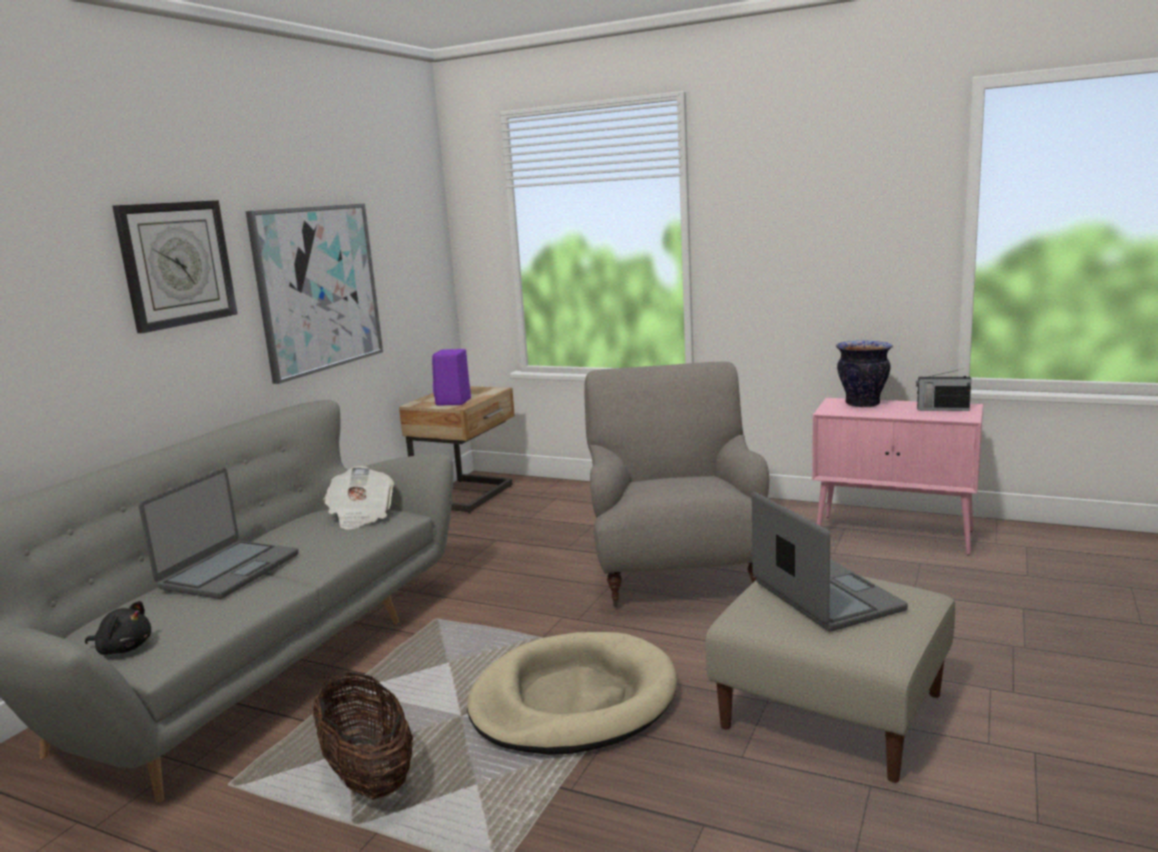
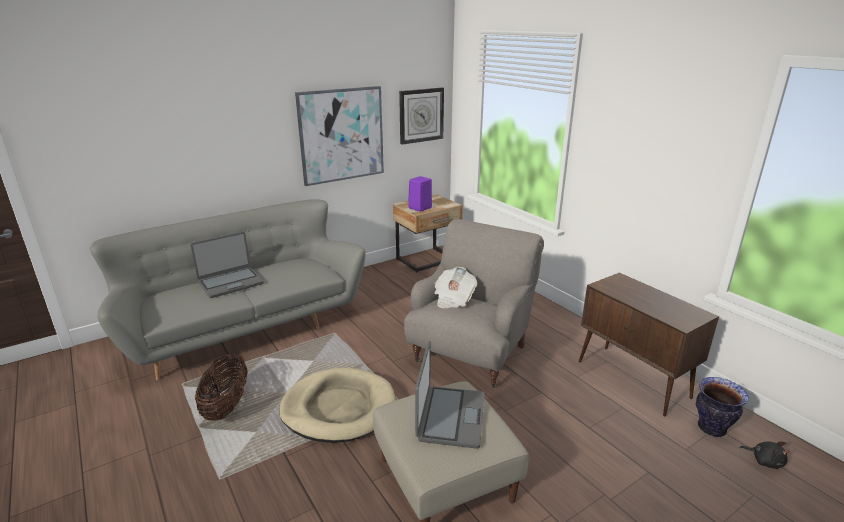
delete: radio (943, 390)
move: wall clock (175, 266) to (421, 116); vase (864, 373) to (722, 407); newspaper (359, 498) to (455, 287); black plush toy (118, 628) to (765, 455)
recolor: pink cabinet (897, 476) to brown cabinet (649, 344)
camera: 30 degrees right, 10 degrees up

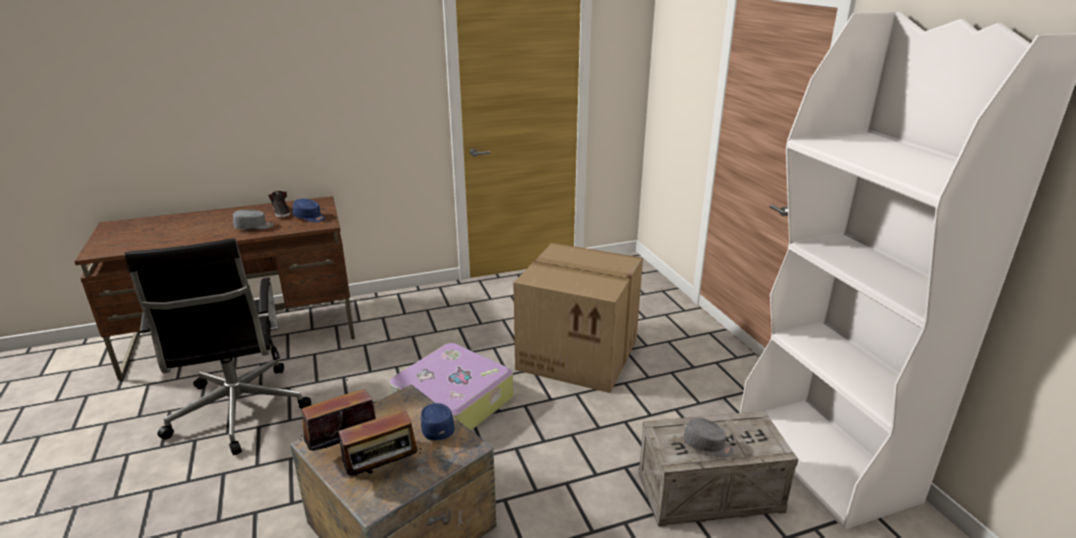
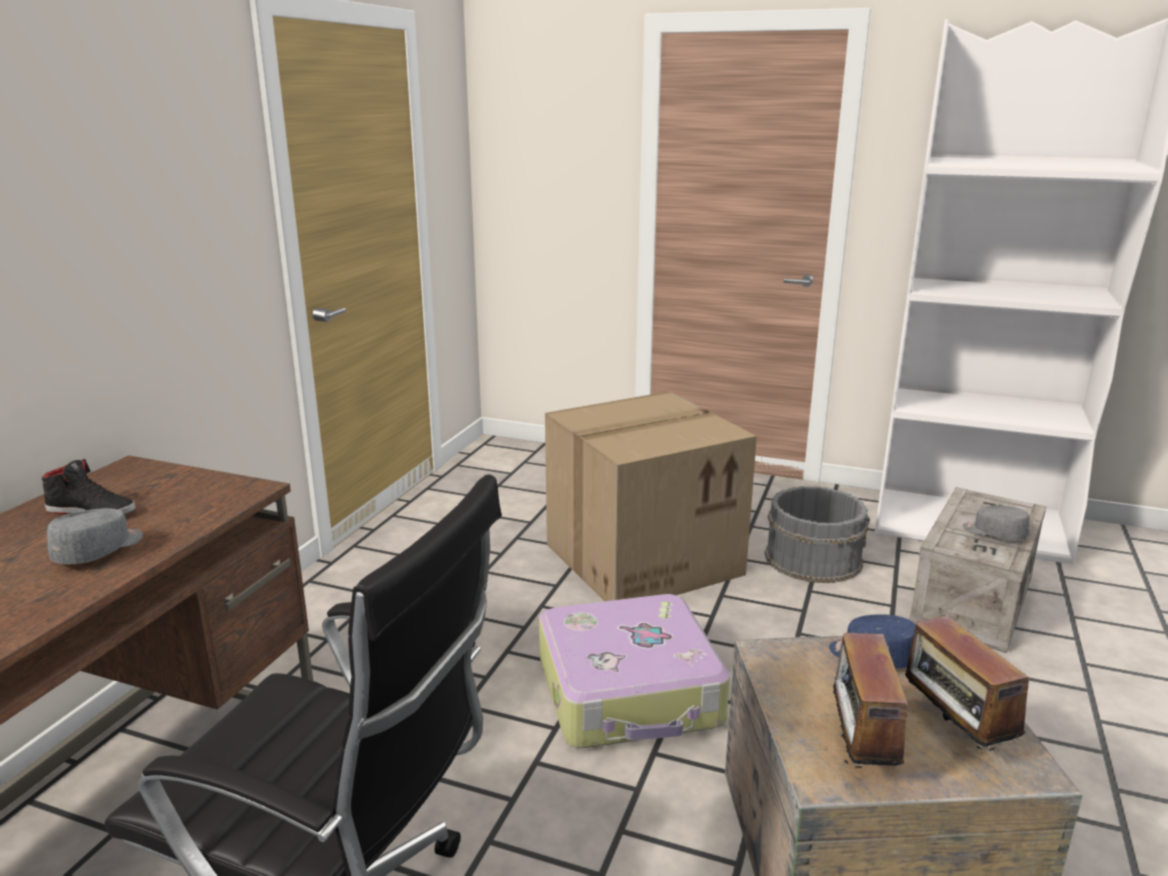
delete: blue cap (309, 210)
insert: grey bucket (817, 534)
rotate: radio (376, 443) = (967, 680) 150 degrees clockwise; grey cap (708, 437) = (996, 523) 120 degrees counterclockwise
camera: 50 degrees left, 5 degrees down

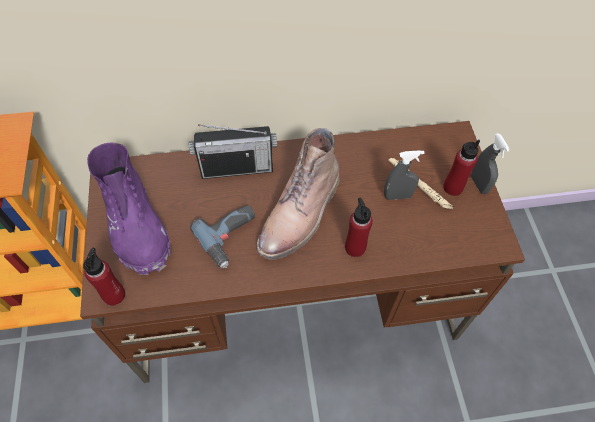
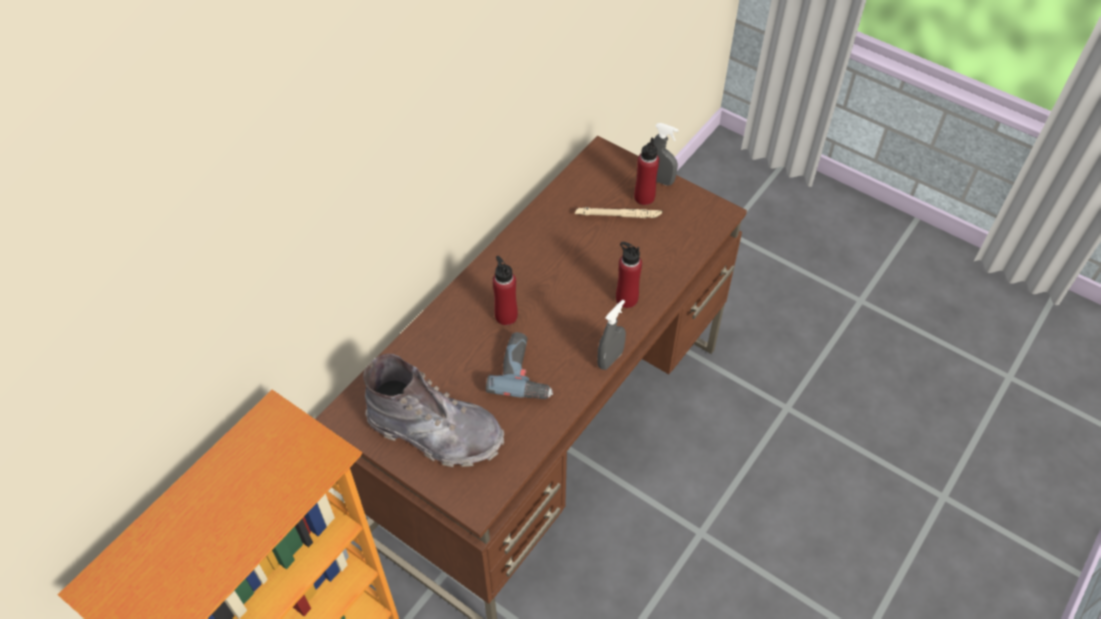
delete: radio (233, 151); brown boot (297, 194)
move: grey spray bottle (404, 175) to (611, 335); red bottle (104, 277) to (505, 290)
recolor: purple boot (129, 208) to grey boot (433, 410)
camera: 45 degrees left, 5 degrees down

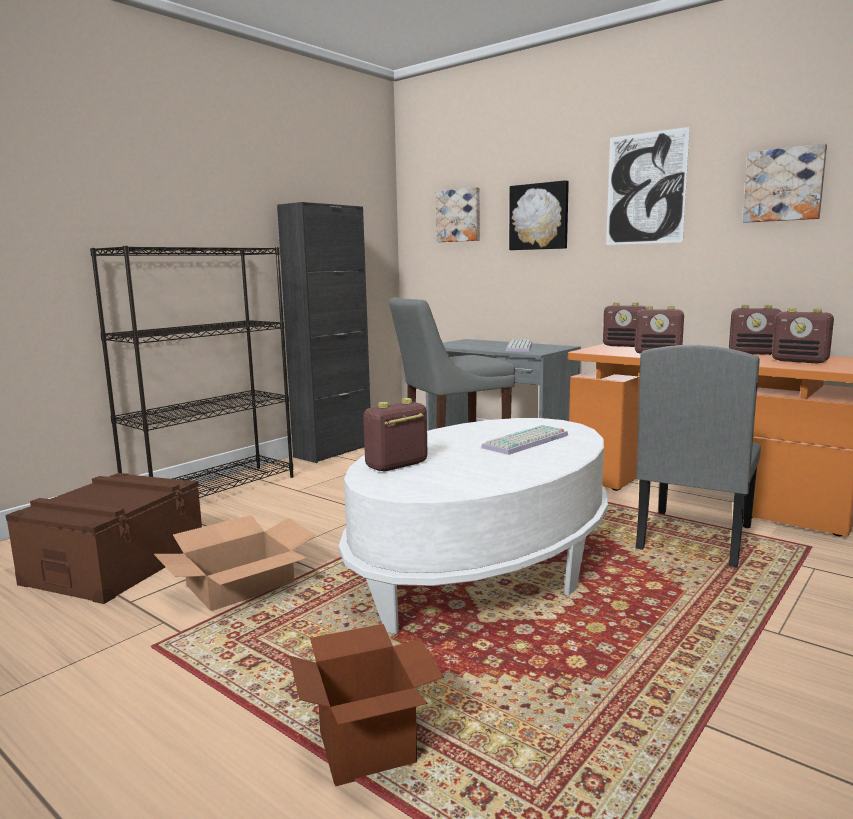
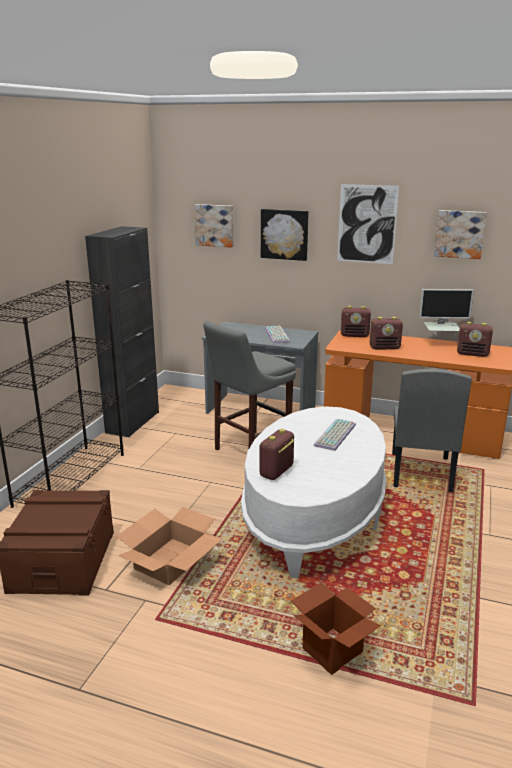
replace: radio (755, 330) to monitor (446, 316)
camera: 20 degrees left, 10 degrees up

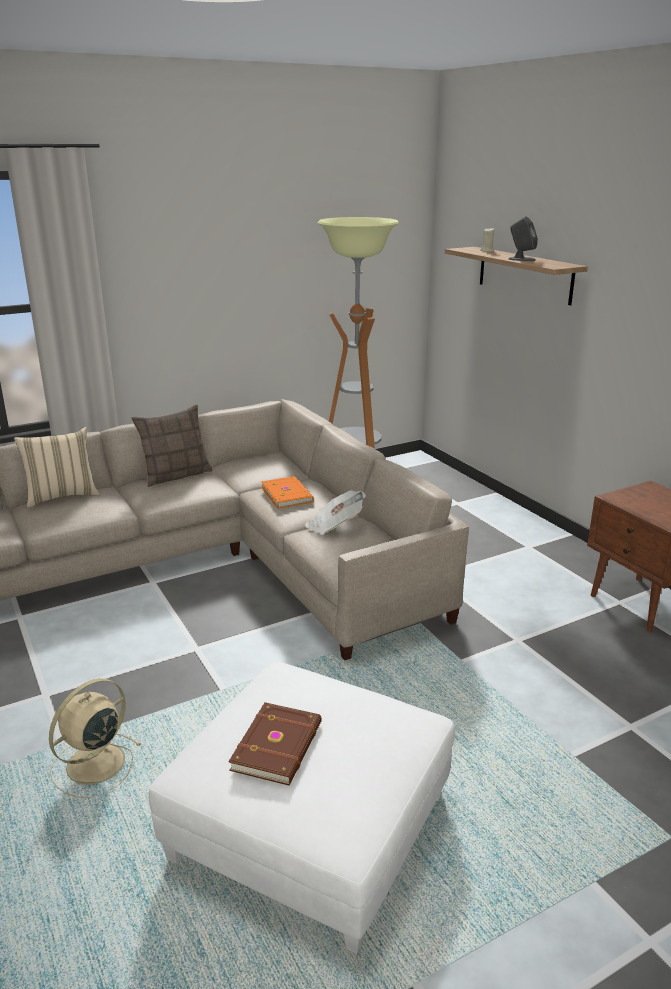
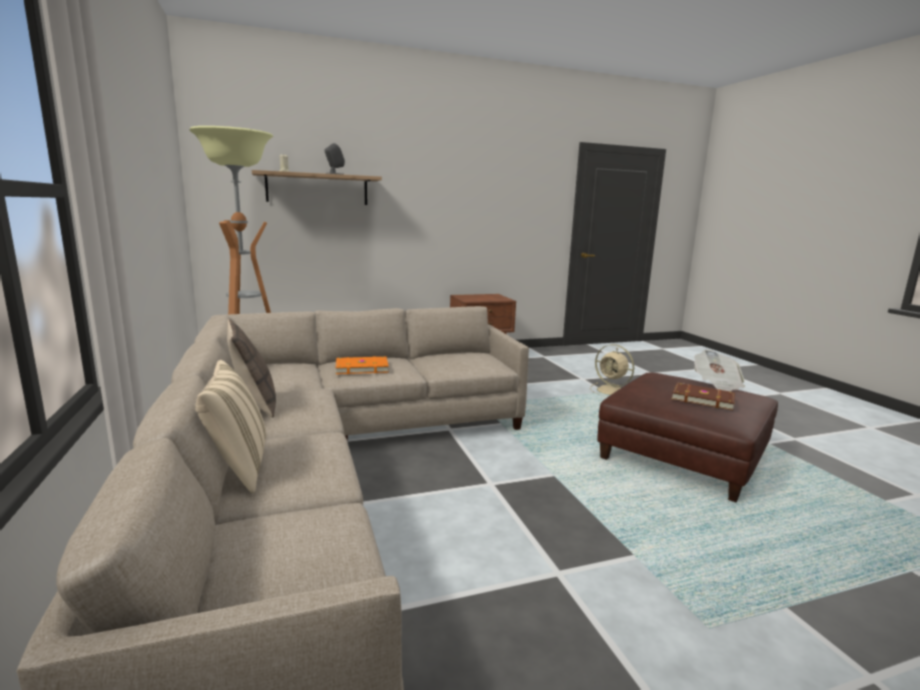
move: newspaper (335, 512) to (719, 370); beige fan (95, 738) to (612, 370)
recolor: white ottoman (302, 808) to brown ottoman (687, 437)
camera: 80 degrees left, 10 degrees down

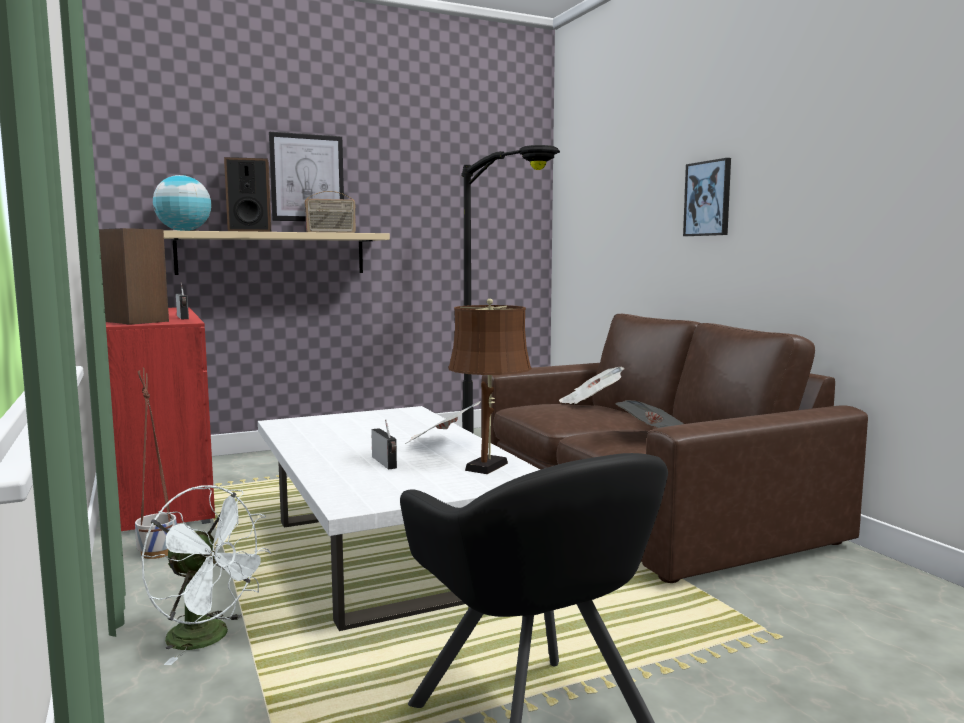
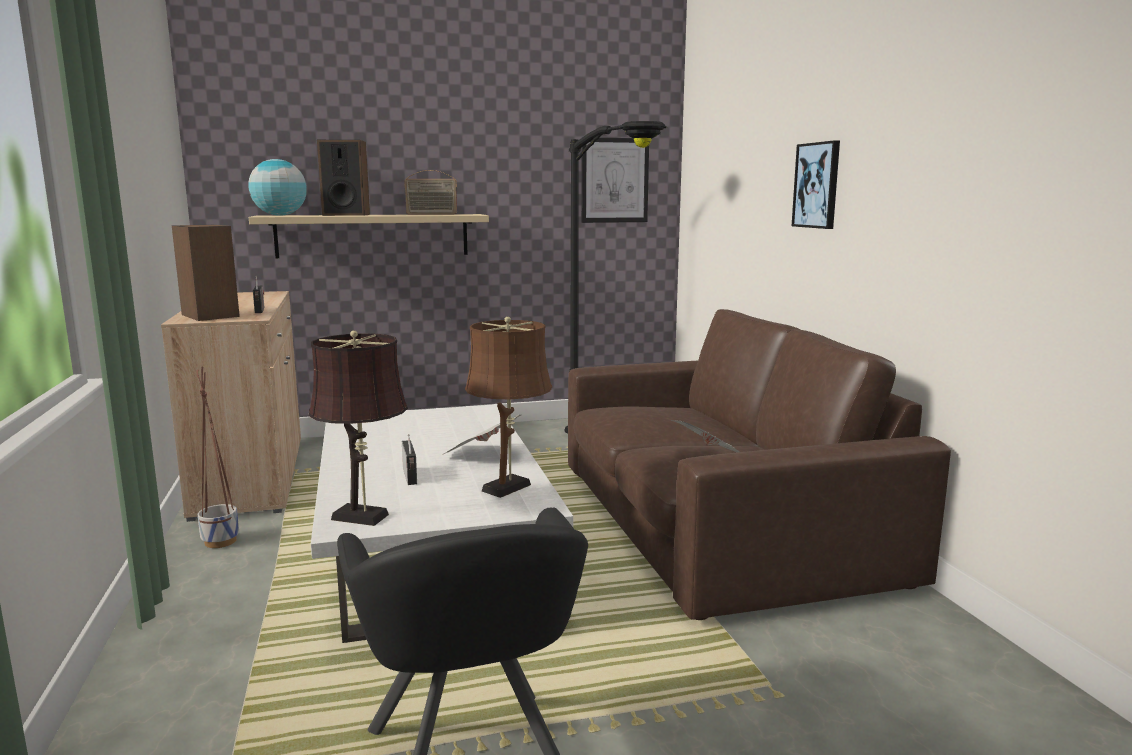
delete: newspaper (591, 385); white fan (206, 575)
insert: brown table lamp (358, 428)
move: picture (306, 176) to (615, 180)
recolor: red cabinet (160, 419) to beige cabinet (231, 406)
camera: 10 degrees right, 5 degrees up

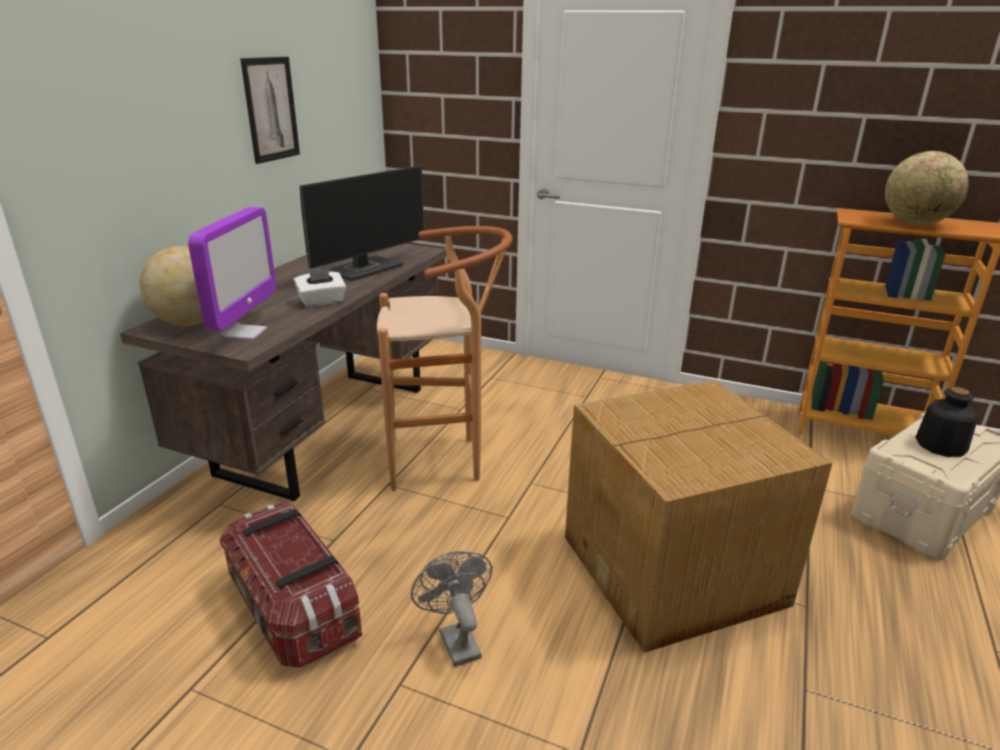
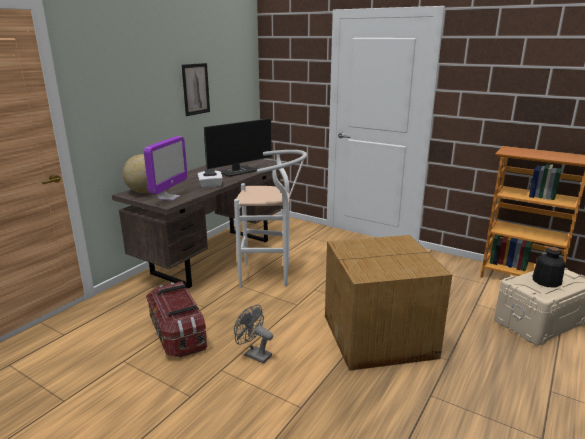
delete: globe (927, 188)
recolor: brown stool (444, 358) to white stool (270, 219)
rotate: grey fan (451, 609) = (253, 334) 45 degrees counterclockwise
camera: 10 degrees right, 5 degrees down

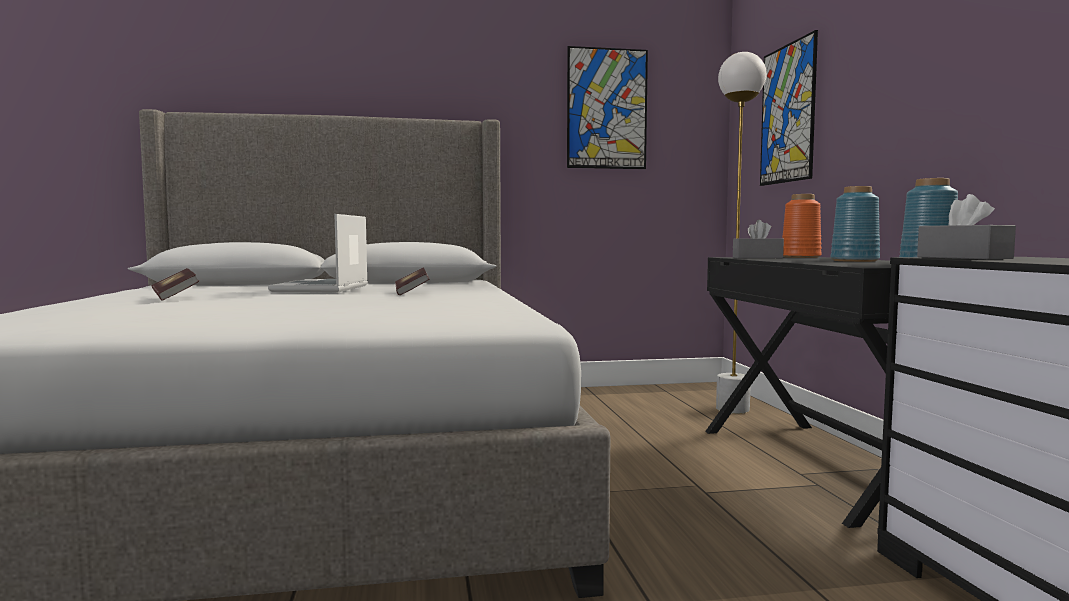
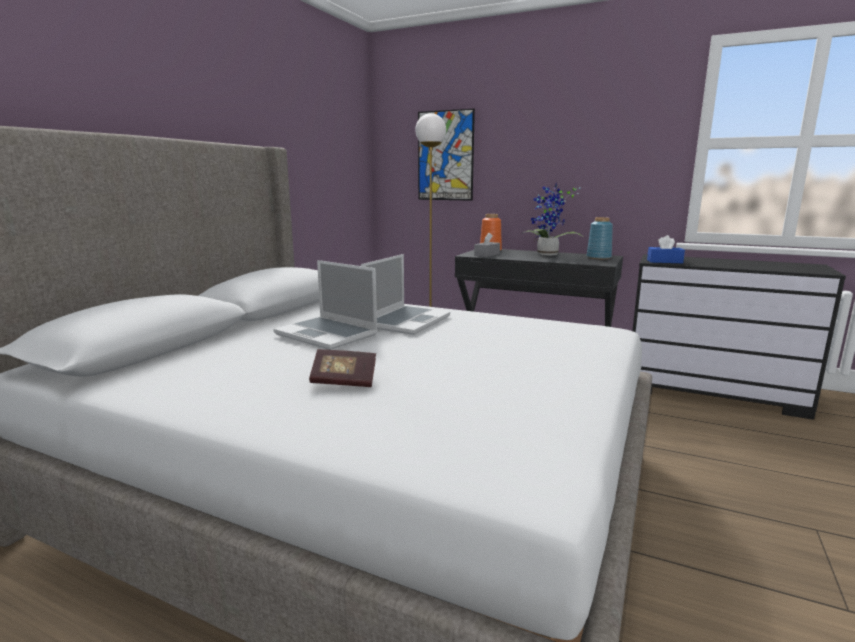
delete: picture (607, 107)
replace: blue vase (855, 224) to potted plant (554, 219); book (412, 281) to laptop (405, 294)
recolor: grey tissue box (966, 226) to blue tissue box (666, 249)
camera: 55 degrees left, 10 degrees up

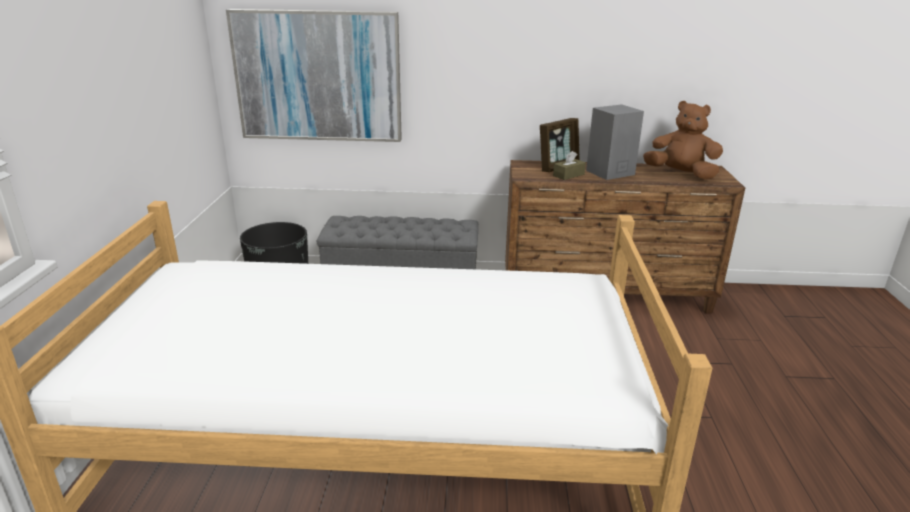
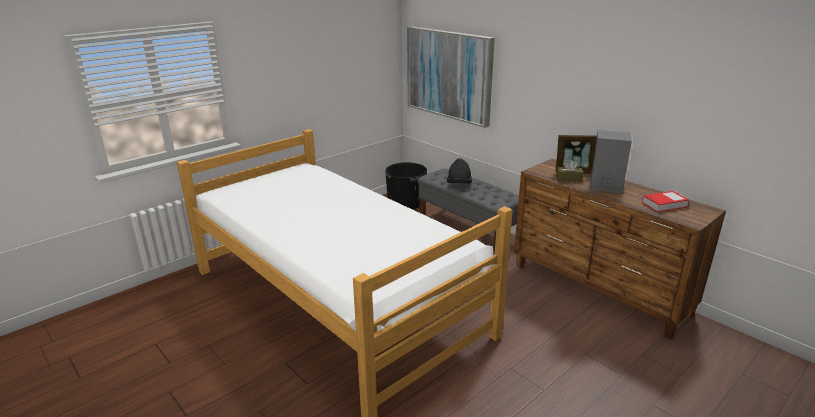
insert: black hat (459, 170)
replace: brown plush toy (683, 140) to book (666, 201)
camera: 45 degrees right, 0 degrees up

